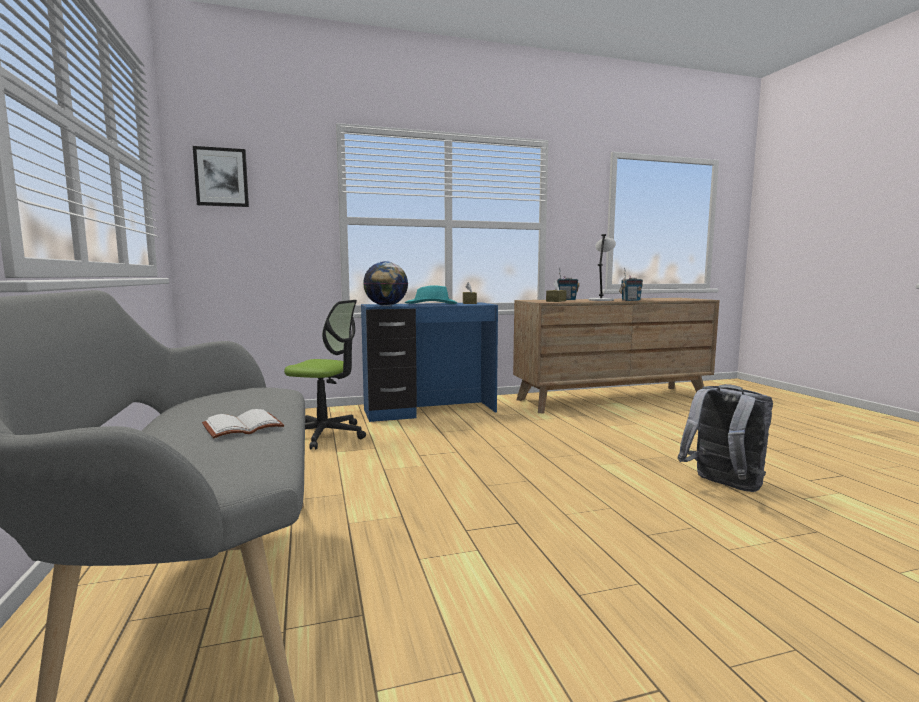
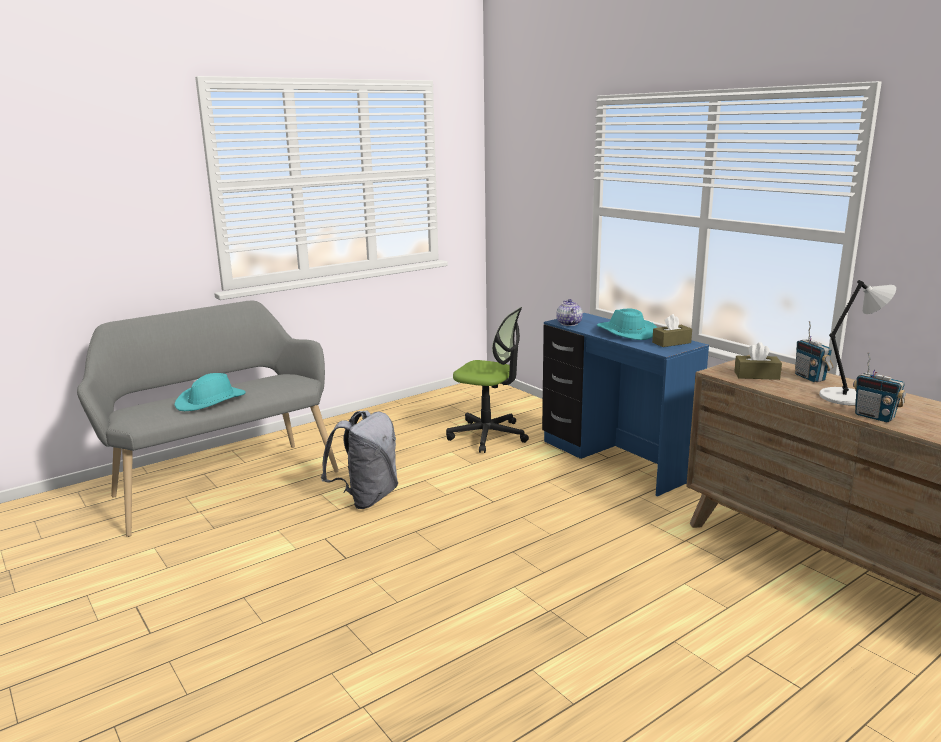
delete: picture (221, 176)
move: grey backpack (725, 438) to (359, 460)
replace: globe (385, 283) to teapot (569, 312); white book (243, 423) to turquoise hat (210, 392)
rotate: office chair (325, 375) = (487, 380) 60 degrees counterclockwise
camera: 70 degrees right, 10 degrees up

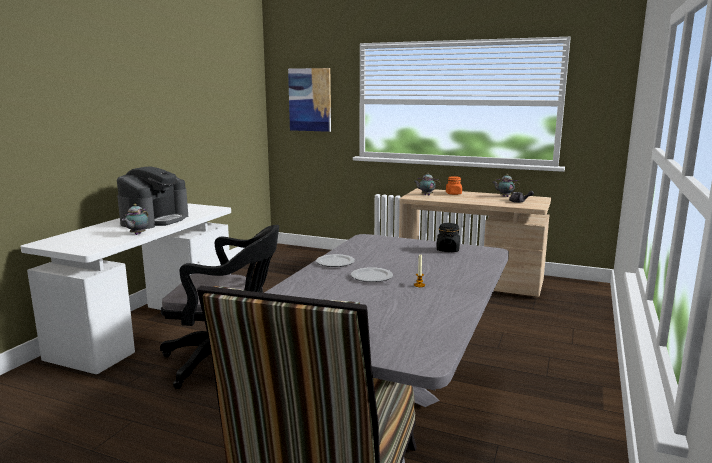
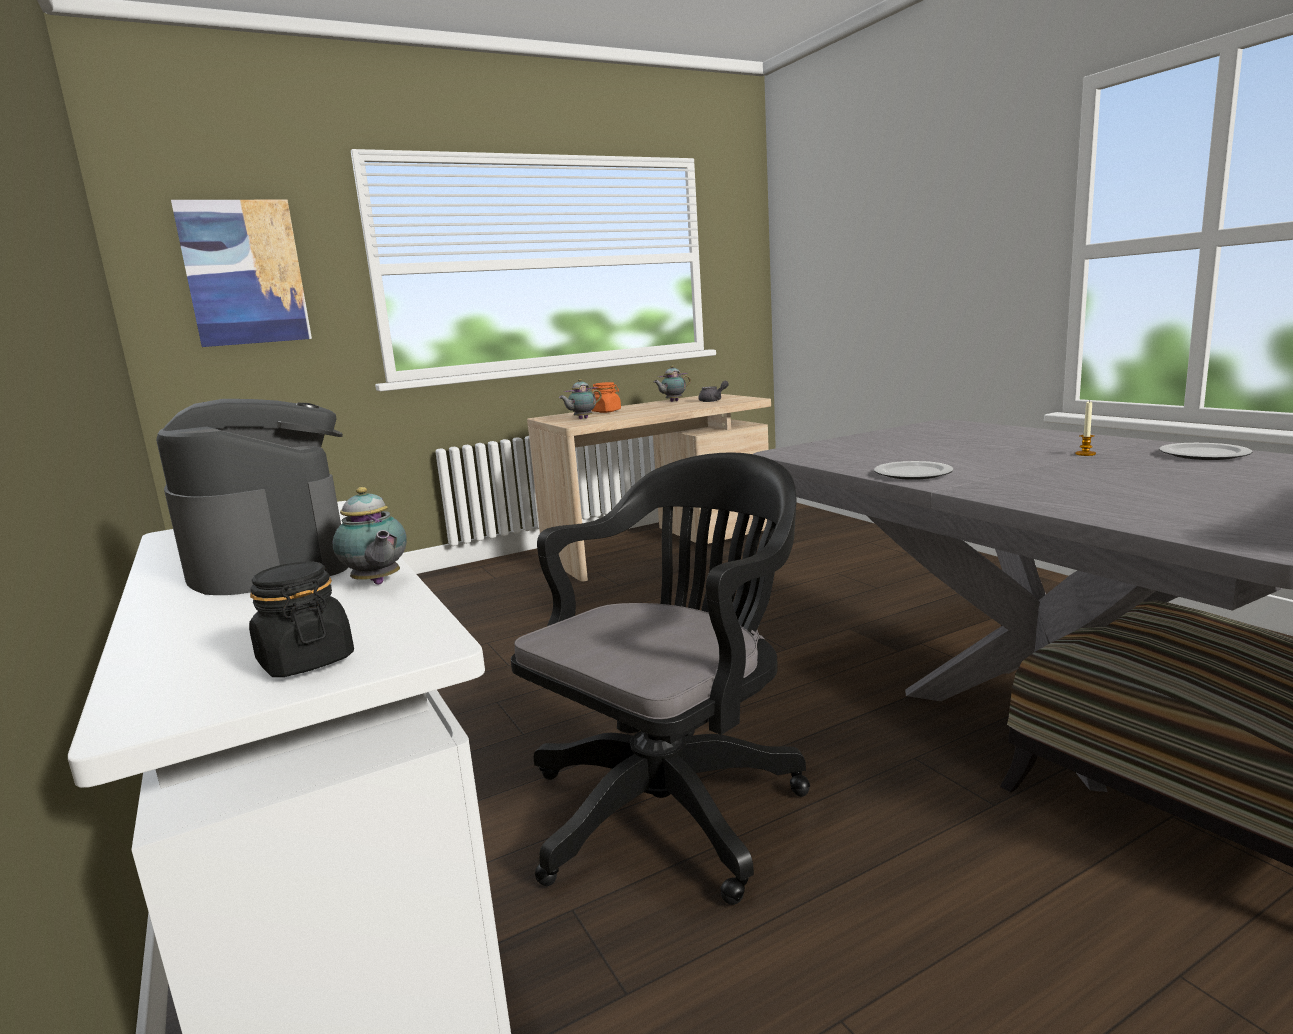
move: black jar (448, 237) to (301, 619); plate (372, 274) to (1205, 451)
camera: 50 degrees left, 0 degrees up

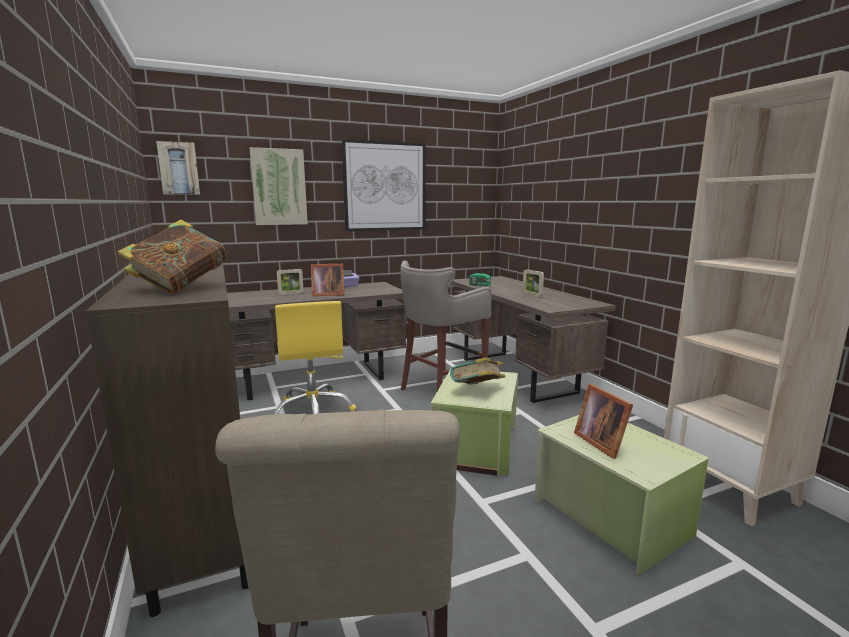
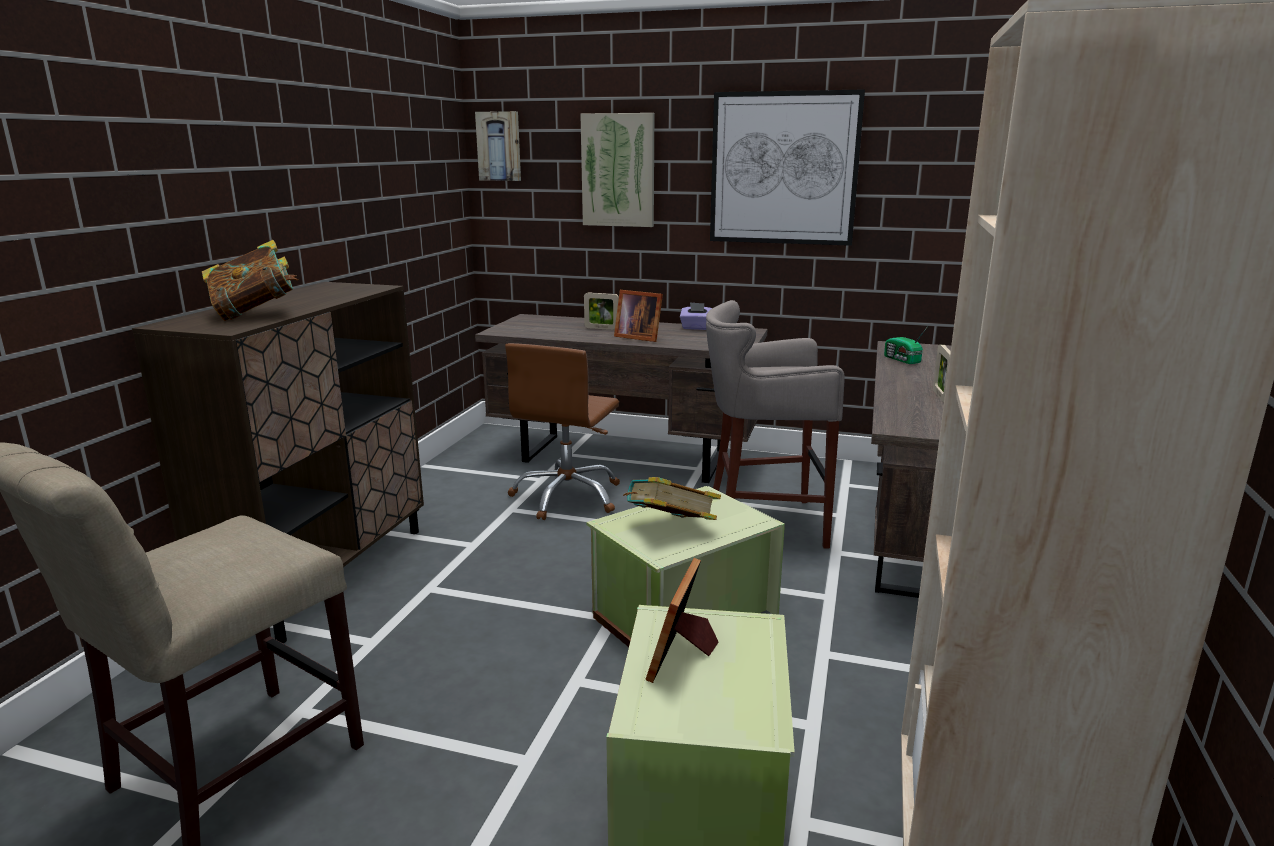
recolor: yellow office chair (315, 357) to brown office chair (562, 431)
camera: 40 degrees right, 5 degrees up

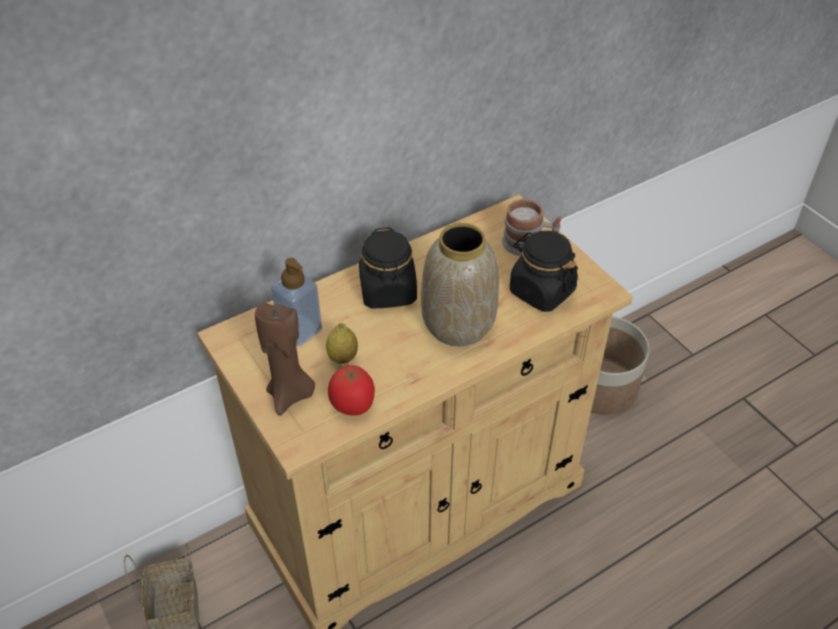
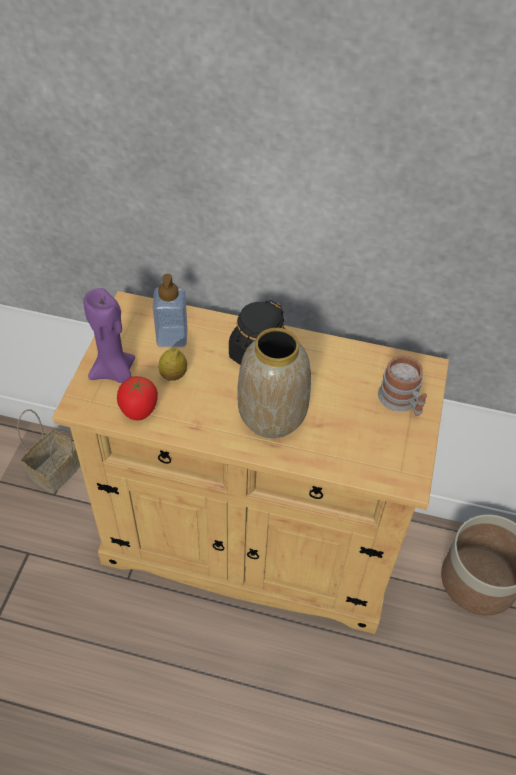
delete: black jar (544, 271)
recolor: brown candle (285, 359) to purple candle (109, 335)
camera: 45 degrees right, 5 degrees up

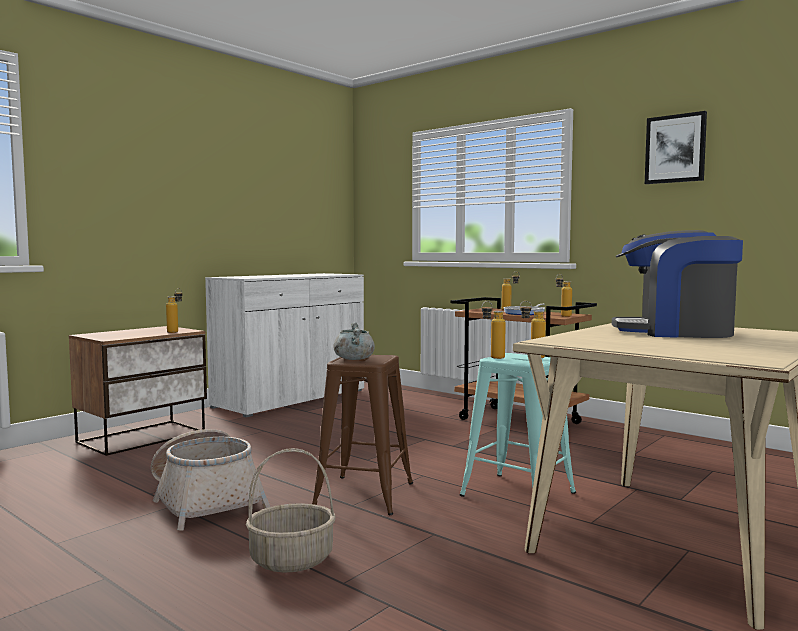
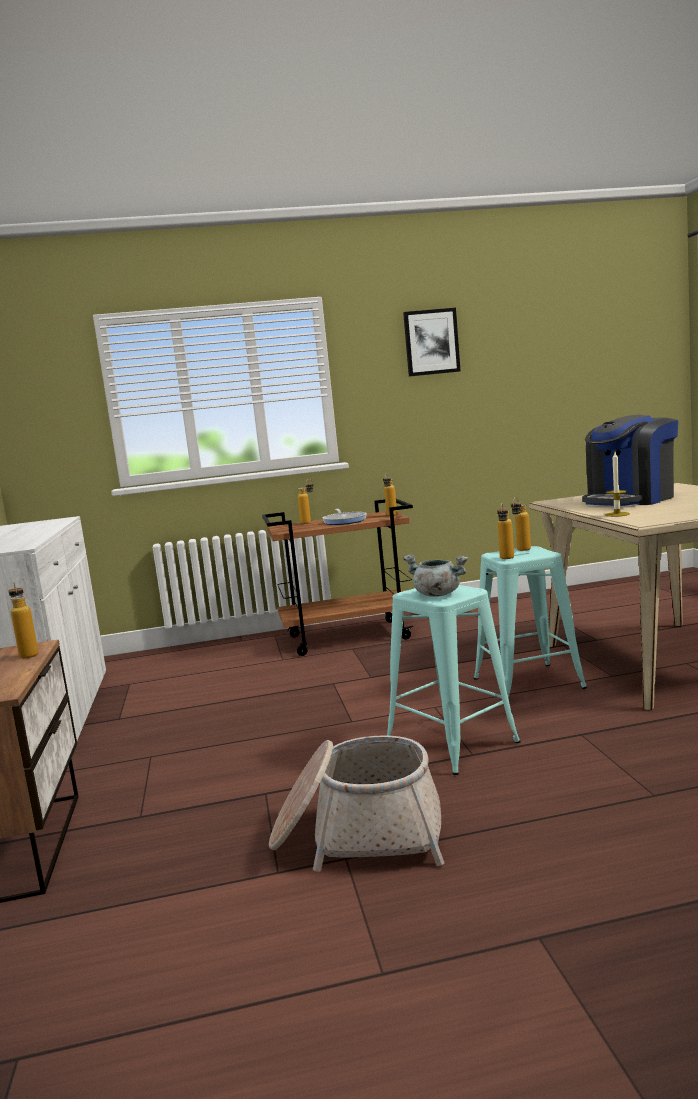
delete: basket (291, 510)
insert: candle (617, 484)
recolor: brown stool (362, 435) to turquoise stool (454, 680)
camera: 50 degrees left, 5 degrees up

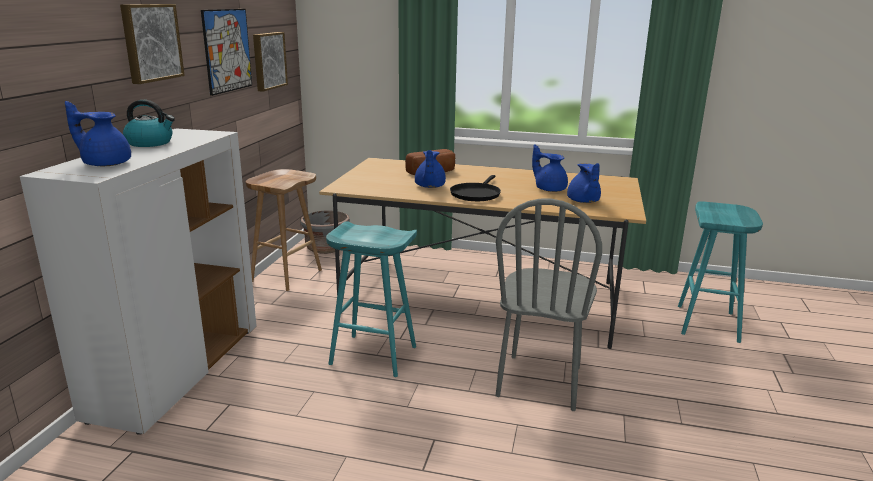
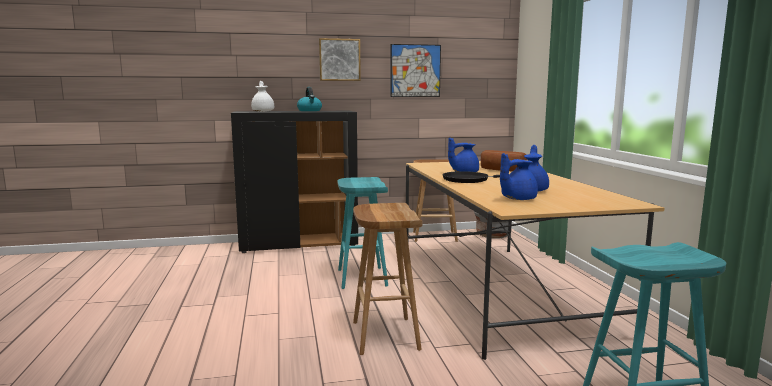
delete: picture (270, 62)
replace: grey chair (549, 305) to brown stool (388, 279)
recolor: blue teapot (98, 133) to white teapot (262, 96); white cabinet (138, 281) to black cabinet (294, 182)
camera: 65 degrees right, 10 degrees down

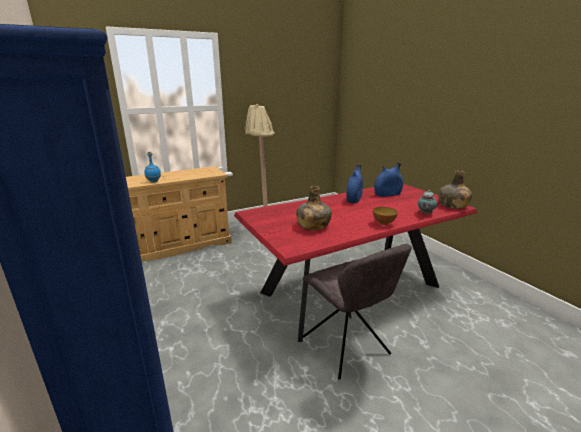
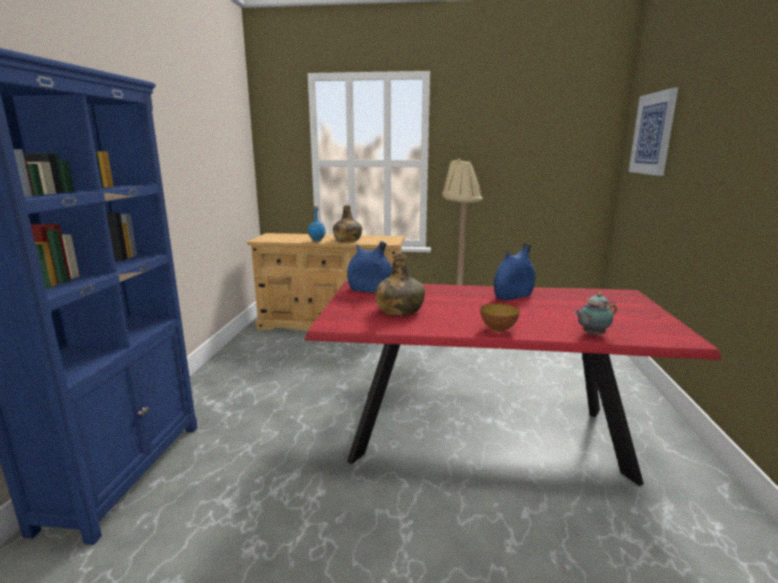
delete: grey chair (357, 312)
insert: picture (653, 131)
move: blue vase (388, 179) to (369, 267); green bottle (455, 189) to (347, 223)
camera: 35 degrees right, 5 degrees down

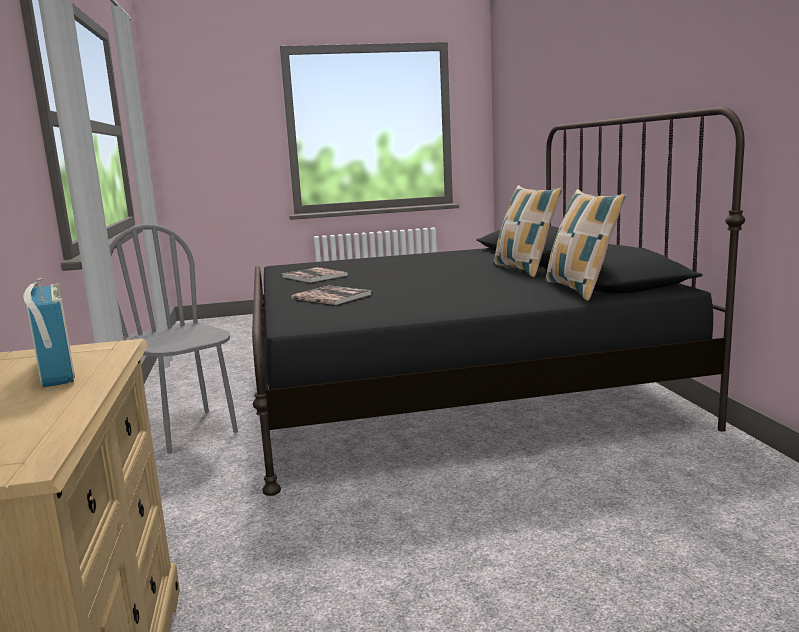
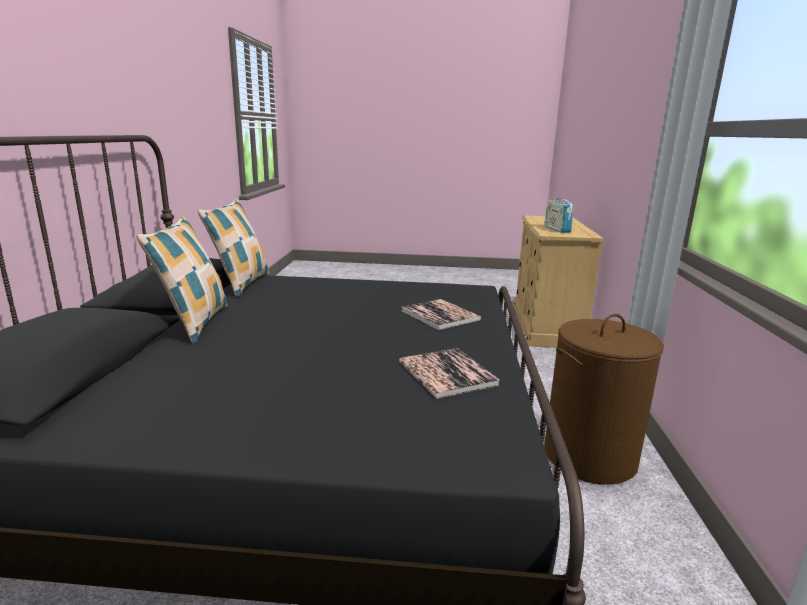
replace: grey chair (173, 339) to brown laundry basket (604, 399)
camera: 165 degrees left, 5 degrees up

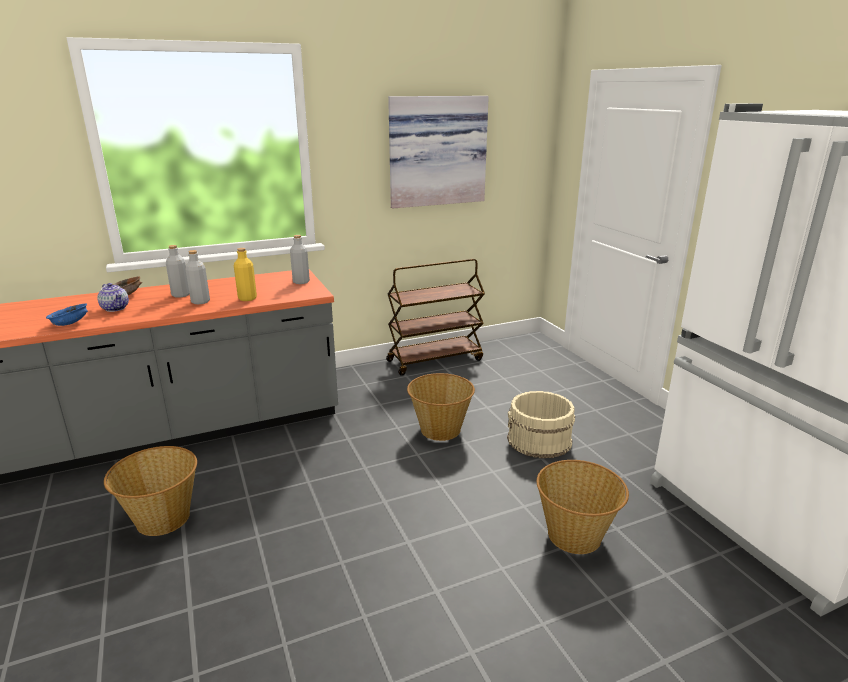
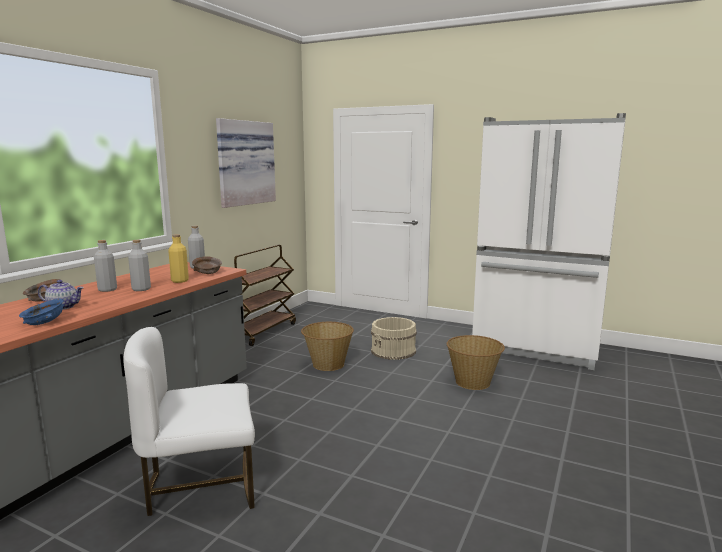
insert: brown bowl (207, 265)
replace: basket (150, 491) to white chair (189, 421)
camera: 40 degrees left, 10 degrees down

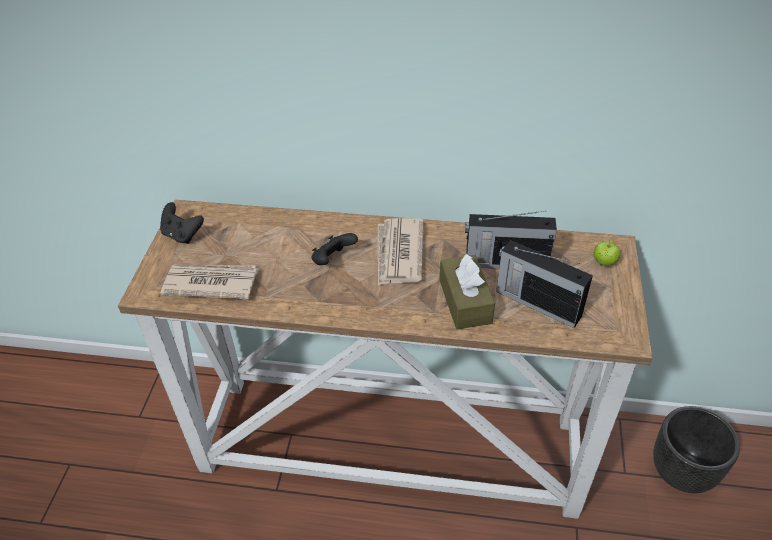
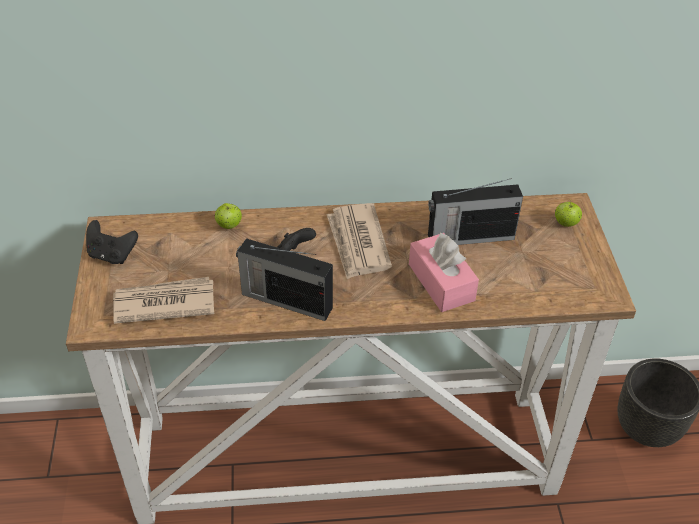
insert: apple (228, 216)
move: radio (544, 284) to (284, 279)
recolor: brown tissue box (467, 291) to pink tissue box (444, 272)
camera: 15 degrees left, 0 degrees up

